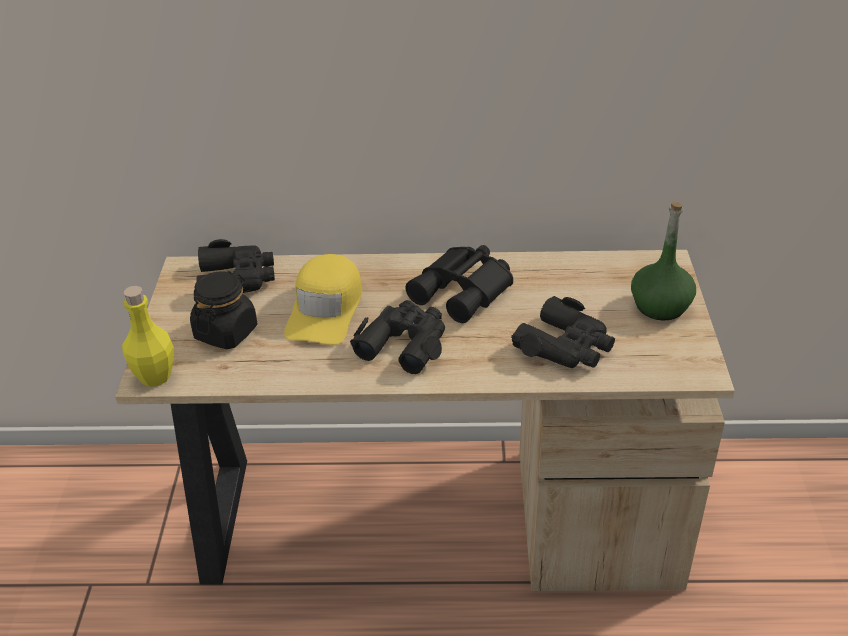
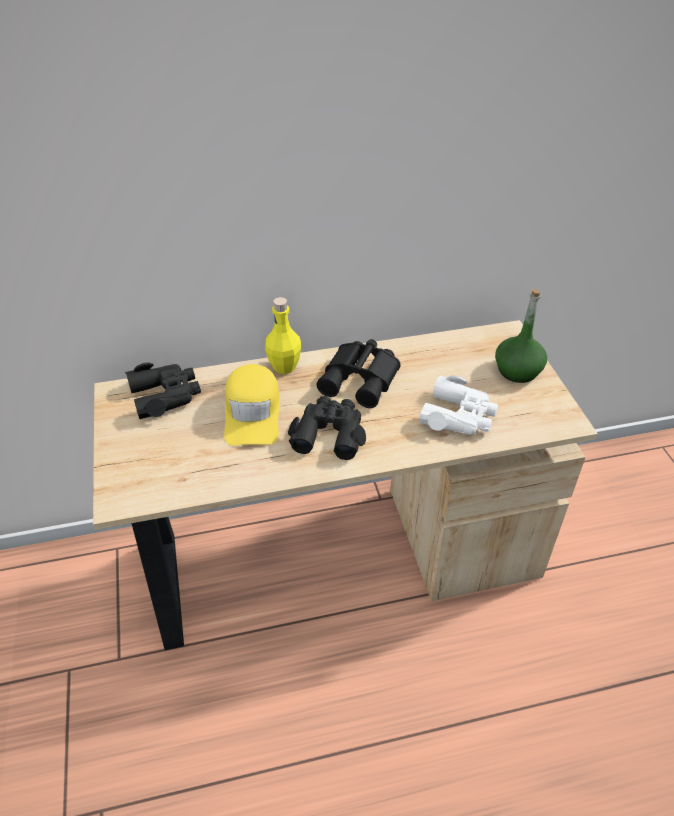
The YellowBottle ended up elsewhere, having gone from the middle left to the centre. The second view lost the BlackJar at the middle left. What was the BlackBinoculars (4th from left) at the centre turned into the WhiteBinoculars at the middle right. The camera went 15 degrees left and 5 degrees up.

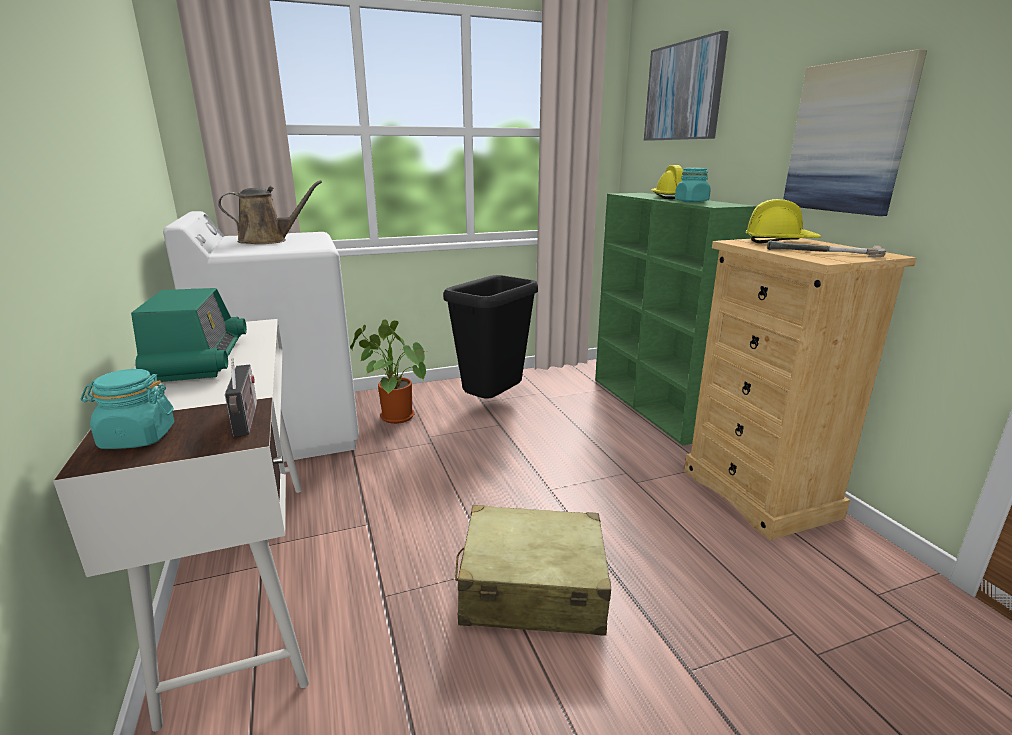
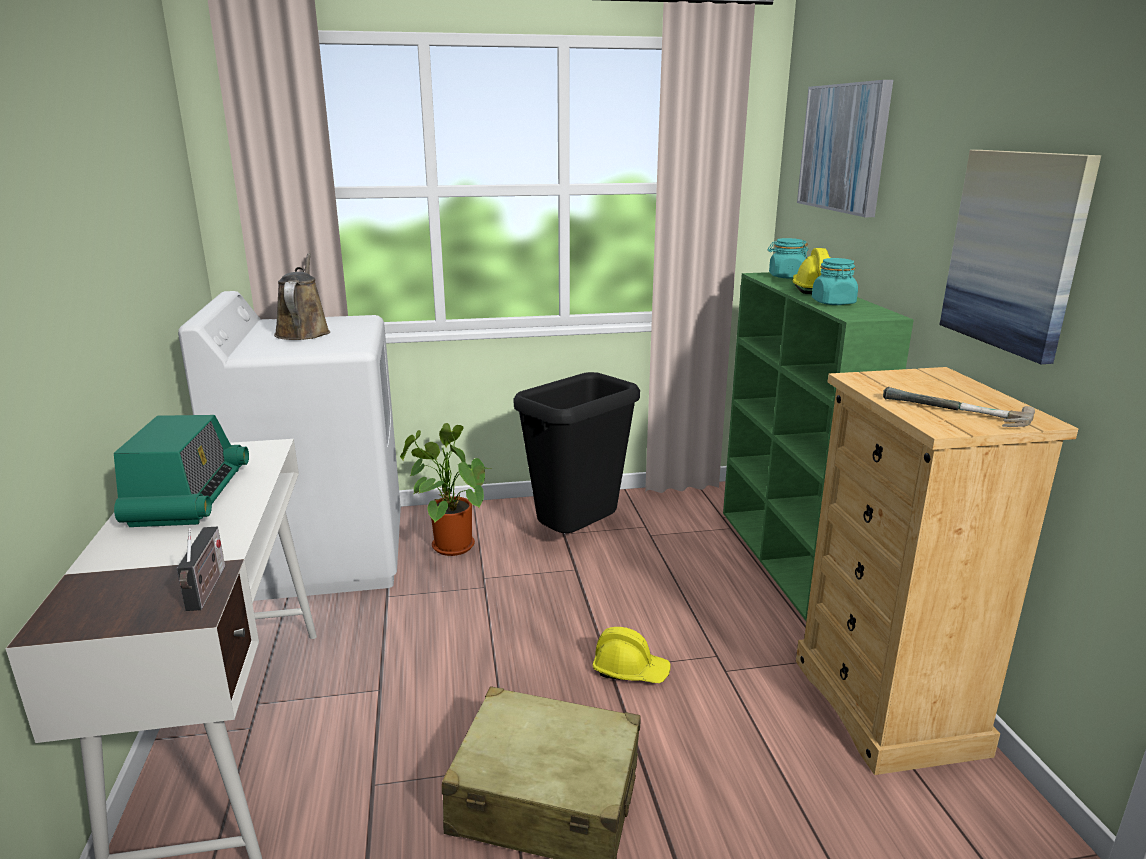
The TurquoiseJar (1st from left) ended up elsewhere, having gone from the middle left to the top right. The BrownWateringCan at the top left ended up facing another way, 90 degrees counterclockwise from before. The YellowHardHat (2nd from left in the first image) ended up elsewhere, having gone from the top right to the bottom centre. The camera went 10 degrees right and 0 degrees up.

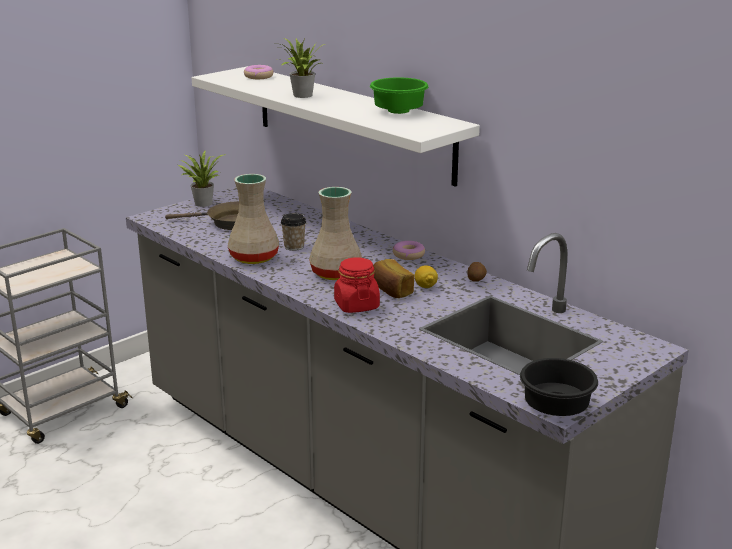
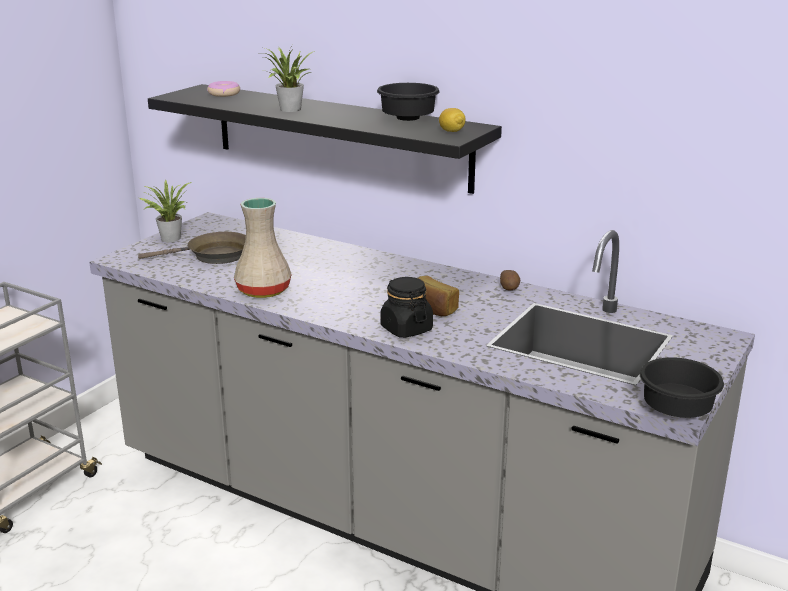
What was the WhiteShelf at the top centre turned into the BlackShelf at the top centre. The second view lost the Cup at the centre. The second view lost the BeigeVase (2nd from left) at the centre. What was the RedJar at the centre turned into the BlackJar at the centre. What was the GreenBowl at the top centre turned into the BlackBowl (1st from left) at the top centre. The second view lost the Donut (2nd from left) at the centre. The Lemon ended up elsewhere, having gone from the centre to the top centre. The camera went 15 degrees left and 0 degrees up.

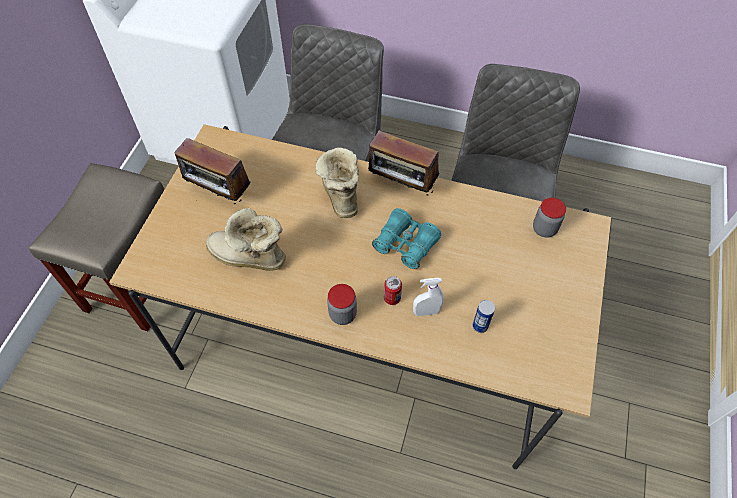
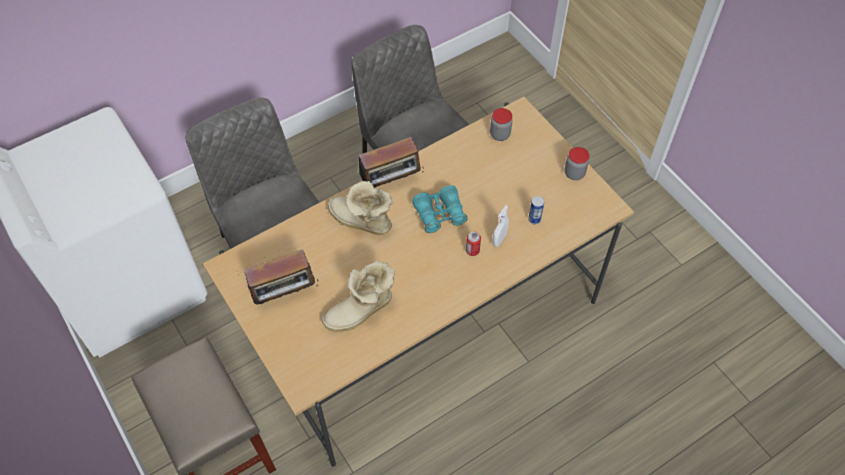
The Jar (1st from left in the first image) ended up elsewhere, having gone from the centre to the middle right. The camera went 50 degrees left and 0 degrees up.

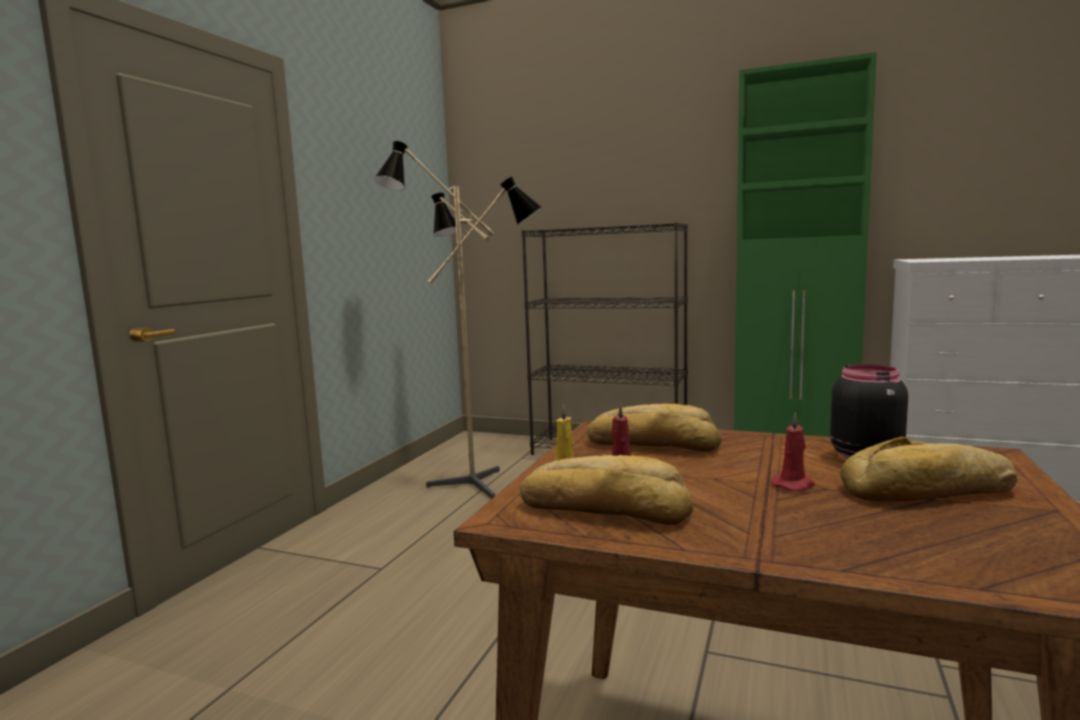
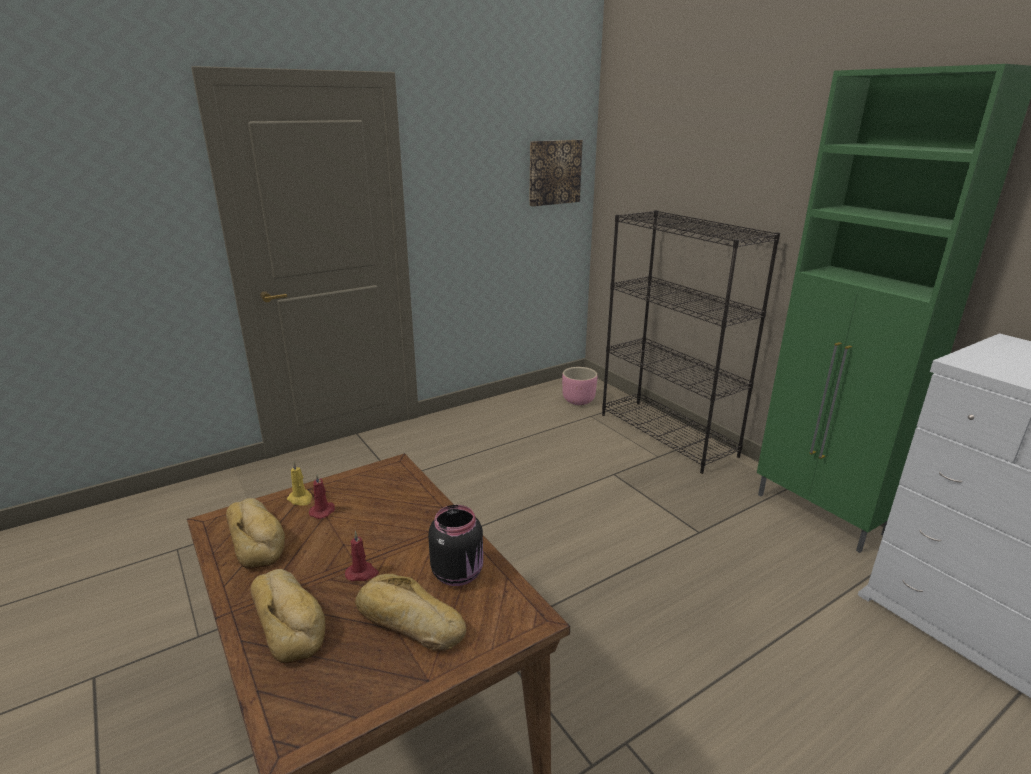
The second view lost the FloorLamp at the centre. The Bread (2nd from left) ended up elsewhere, having gone from the centre to the bottom left. The second view gained the Picture at the top centre. The second view gained the PinkPlanter at the centre. The camera went 35 degrees right and 15 degrees up.

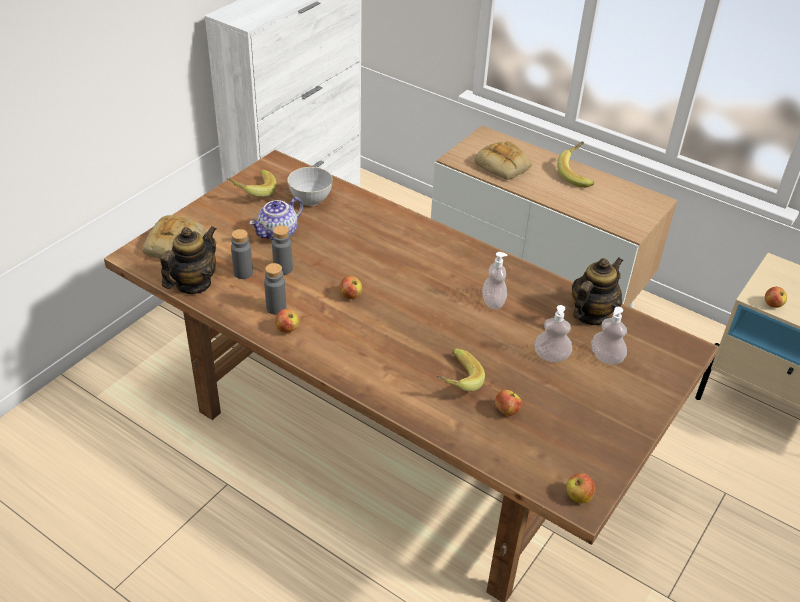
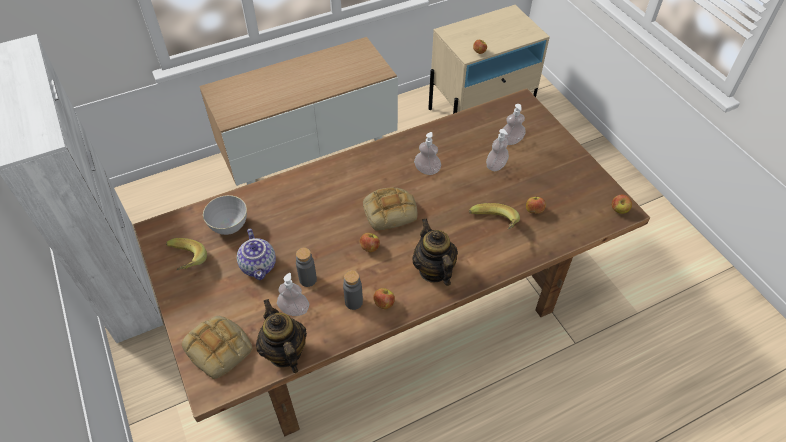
Where the GreyBottle (1st from left) stood at the middle left, the SoapDispenser (1st from left) came to stand at the centre. The Bread (2nd from left) ended up elsewhere, having gone from the top centre to the centre. The second view lost the Banana (3rd from left) at the top right. The Teapot (3rd from left) ended up elsewhere, having gone from the middle right to the centre. The camera went 60 degrees left and 10 degrees up.

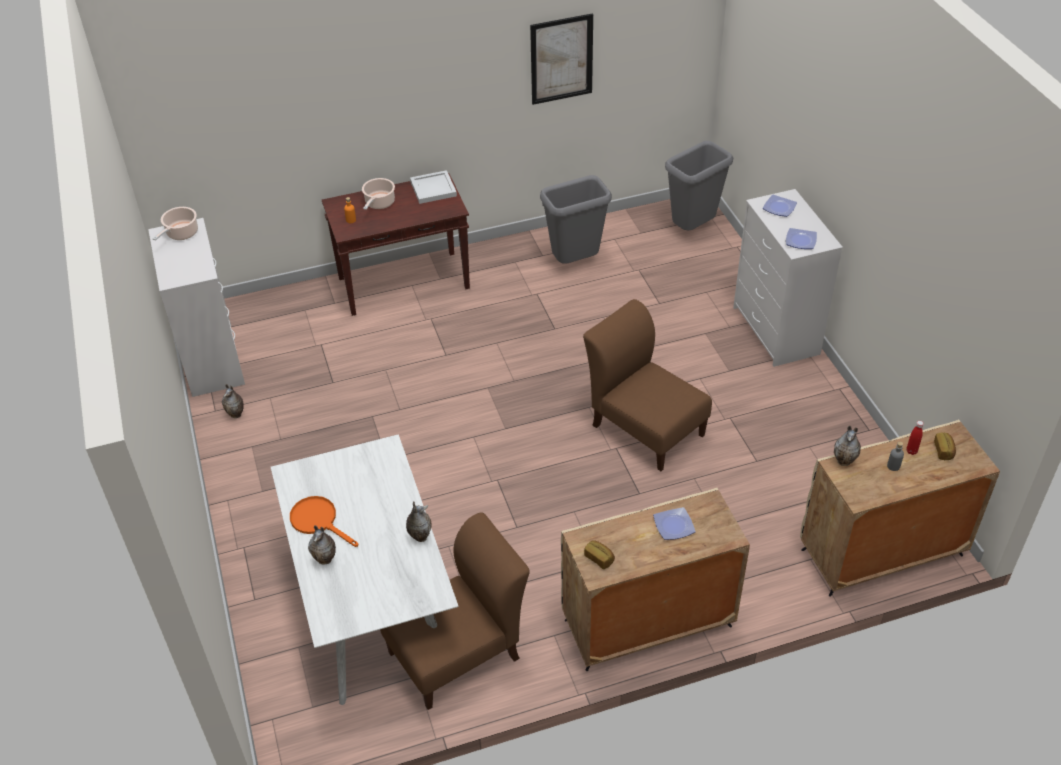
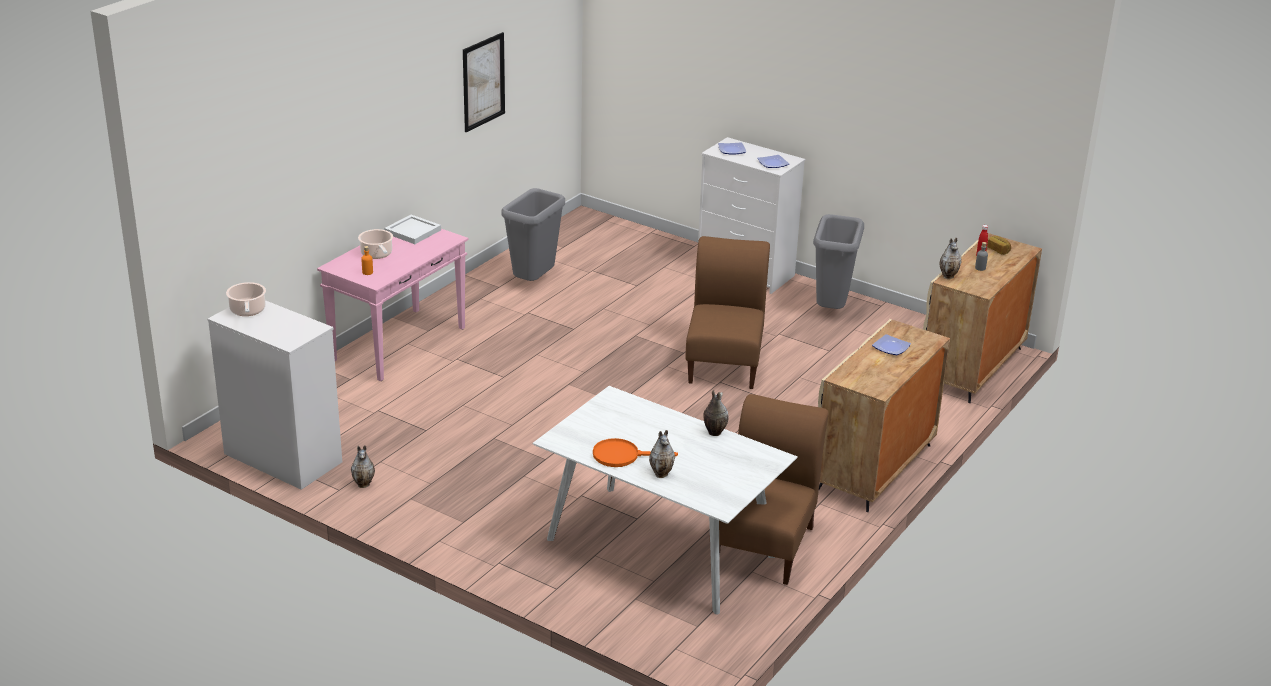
What was the BrownConsoleTable at the top centre turned into the PinkConsoleTable at the middle left. The BrownChair (2nd from left in the first image) at the centre ended up facing another way, 90 degrees clockwise from before. The second view lost the Bread (1st from left) at the bottom centre. The GreyTrashCan (2nd from left) ended up elsewhere, having gone from the top centre to the centre. The camera went 40 degrees left and 15 degrees down.

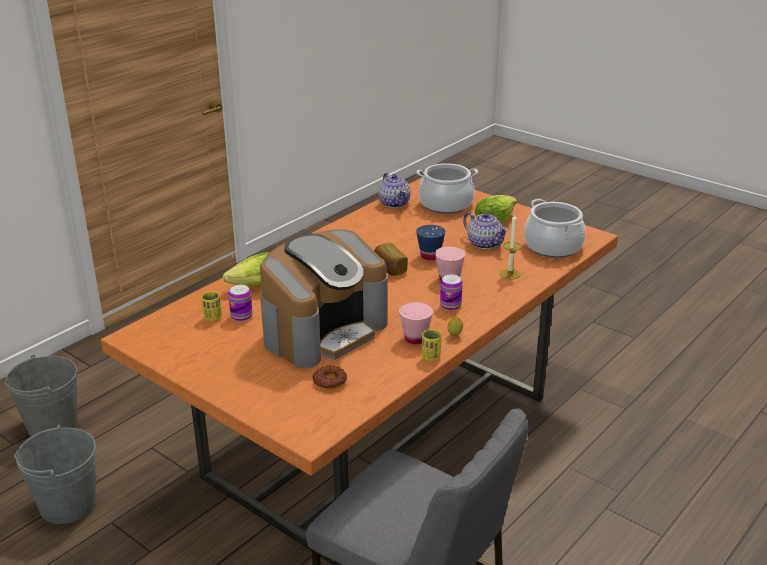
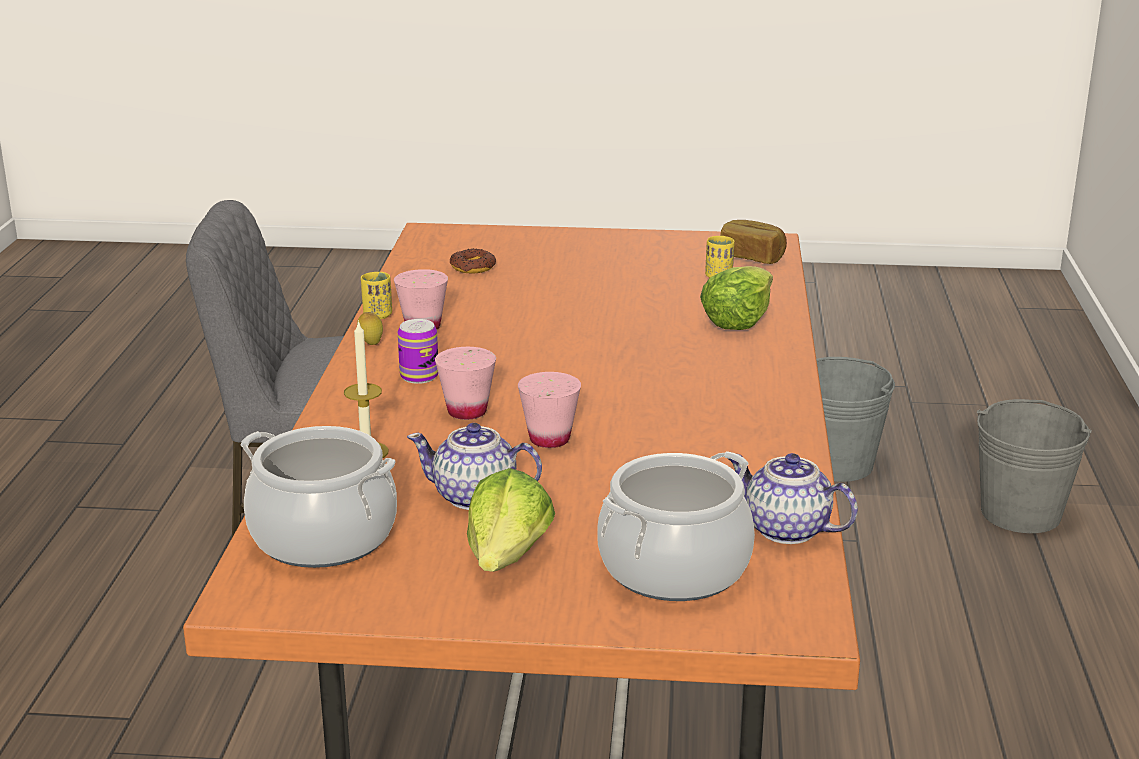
The second view lost the Can (1st from left) at the middle left. The second view lost the CoffeeMachine at the centre. The Bread ended up elsewhere, having gone from the centre to the top centre. What was the BlueCup at the centre turned into the PinkCup (3rd from left) at the centre. The camera went 145 degrees right and 5 degrees down.

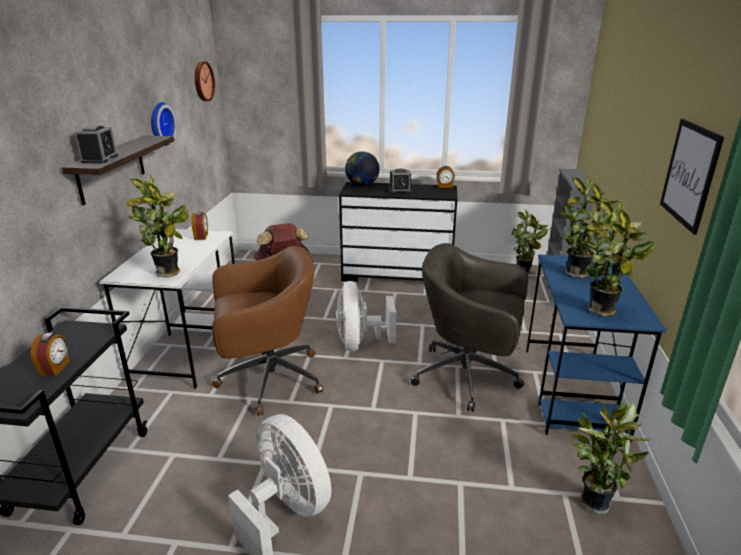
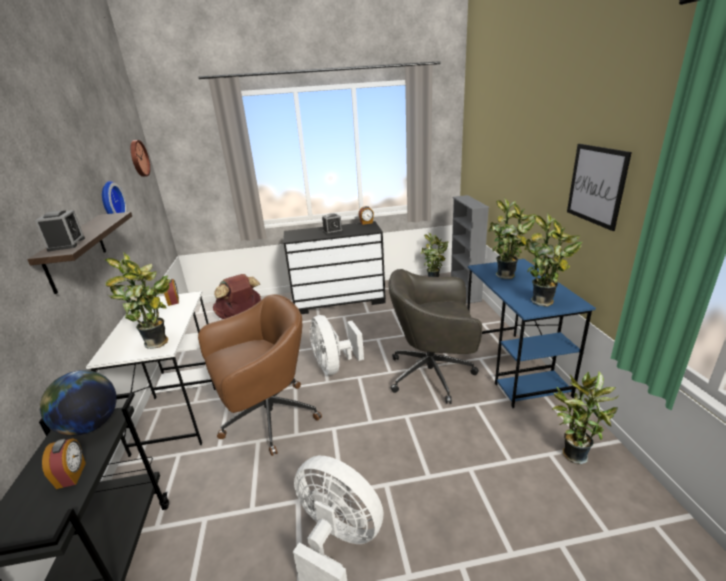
The Globe ended up elsewhere, having gone from the top centre to the bottom left. The camera went 15 degrees left and 0 degrees up.

